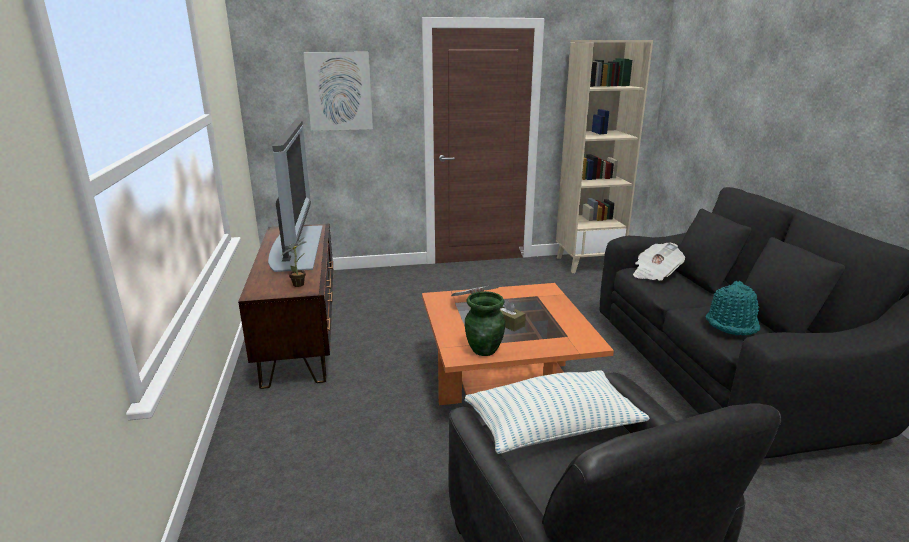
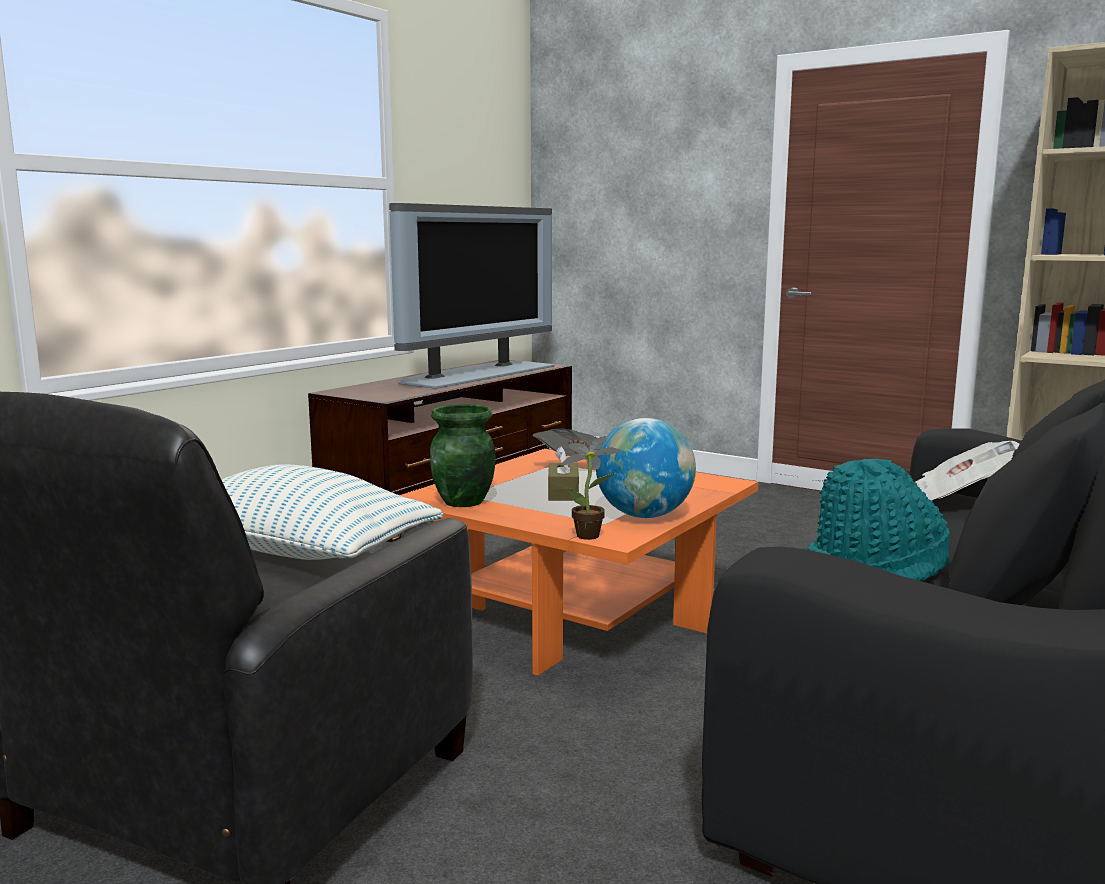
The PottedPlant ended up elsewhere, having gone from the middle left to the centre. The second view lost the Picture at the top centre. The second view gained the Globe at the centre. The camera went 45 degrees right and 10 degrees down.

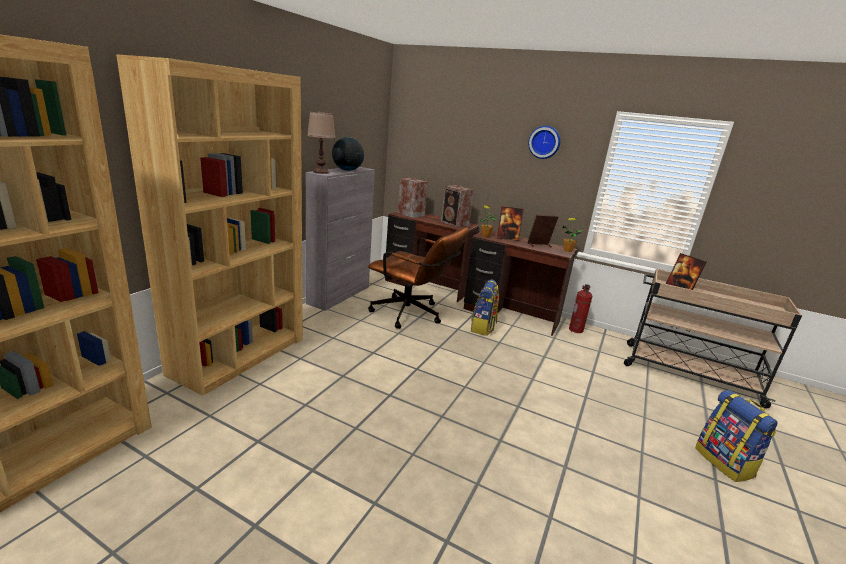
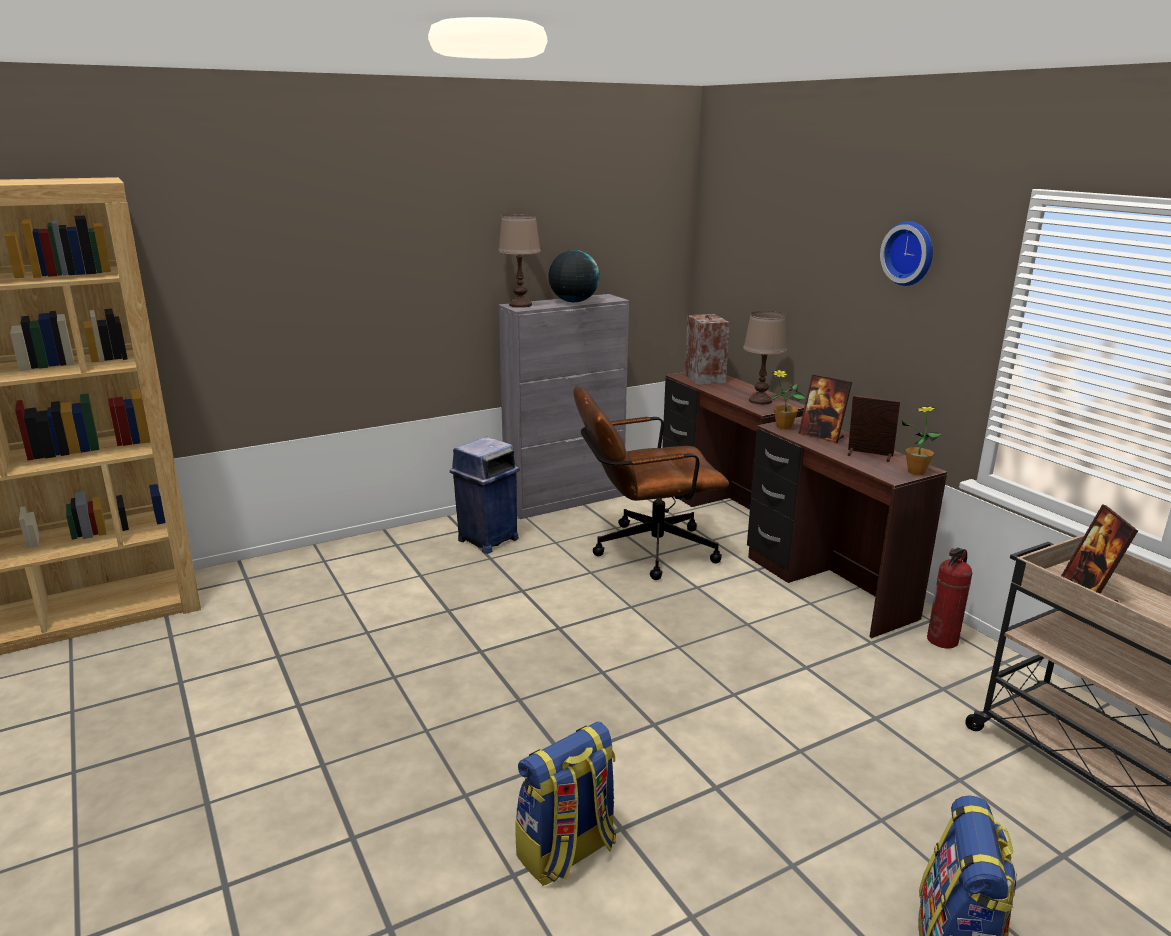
The second view lost the BrownBookcase (2nd from left) at the middle left. The BrownOfficeChair at the centre ended up facing another way, 105 degrees clockwise from before. Where the Speaker (2nd from left) stood at the centre, the BrownTableLamp (2nd from left) came to stand at the centre. The Backpack (1st from left) ended up elsewhere, having gone from the centre to the bottom centre. The second view gained the BlueTrashCan at the centre. The camera went 35 degrees right and 0 degrees up.

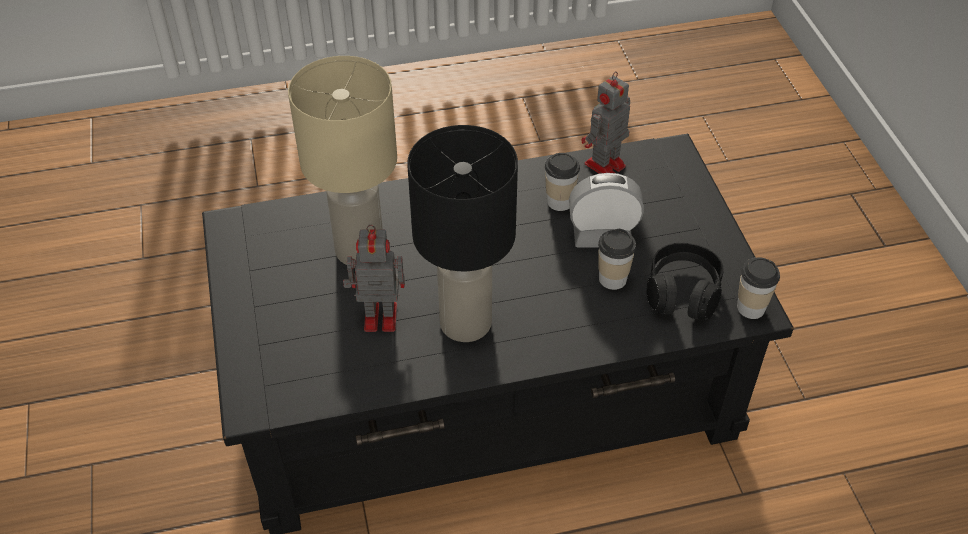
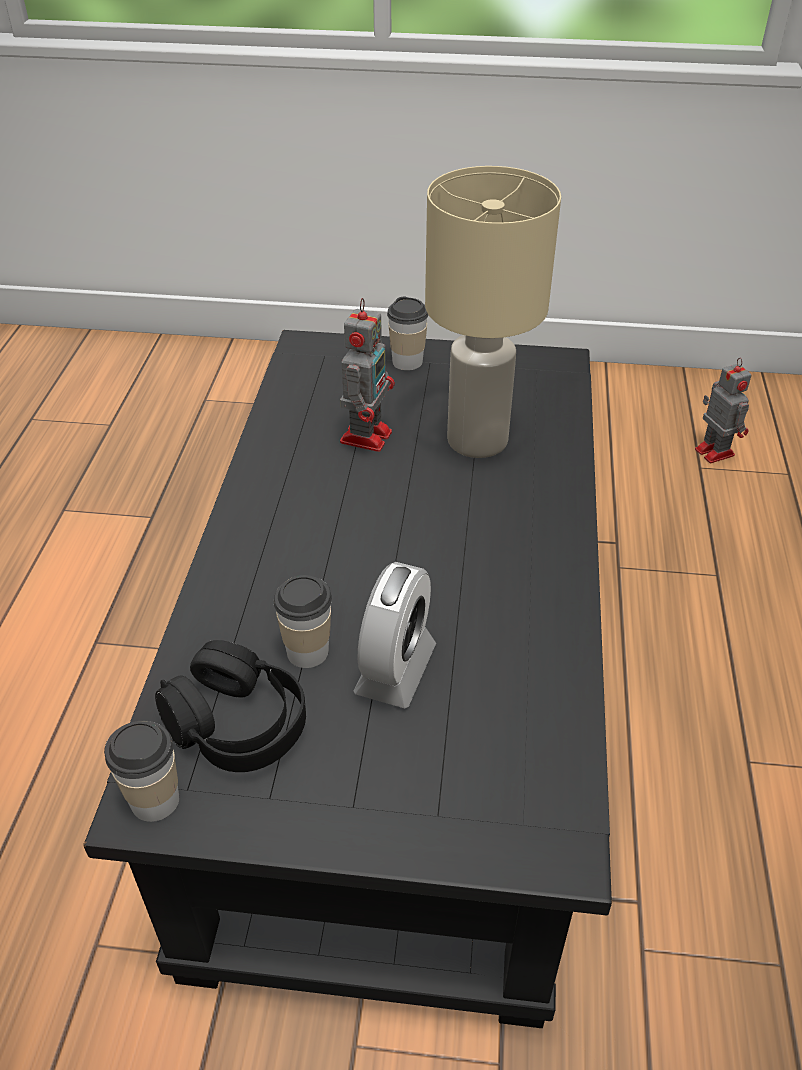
The second view lost the BlackTableLamp at the centre. The Cup (1st from left in the first image) ended up elsewhere, having gone from the centre to the top centre. The ToyRobot (2nd from left) ended up elsewhere, having gone from the top centre to the middle right. The camera went 110 degrees right and 5 degrees down.

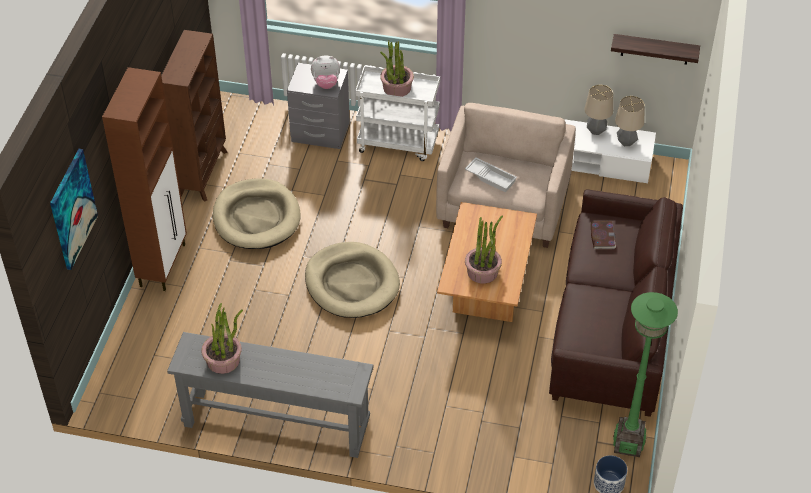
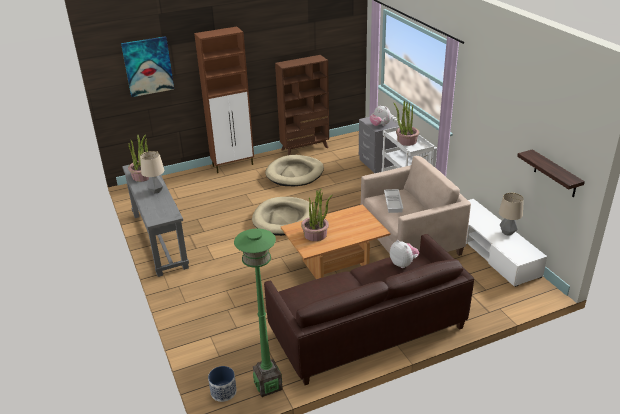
Where the Book stood at the middle right, the PlushToy (2nd from left) came to stand at the centre. The TableLamp (2nd from left in the first image) ended up elsewhere, having gone from the top right to the middle left. The camera went 55 degrees right and 15 degrees down.

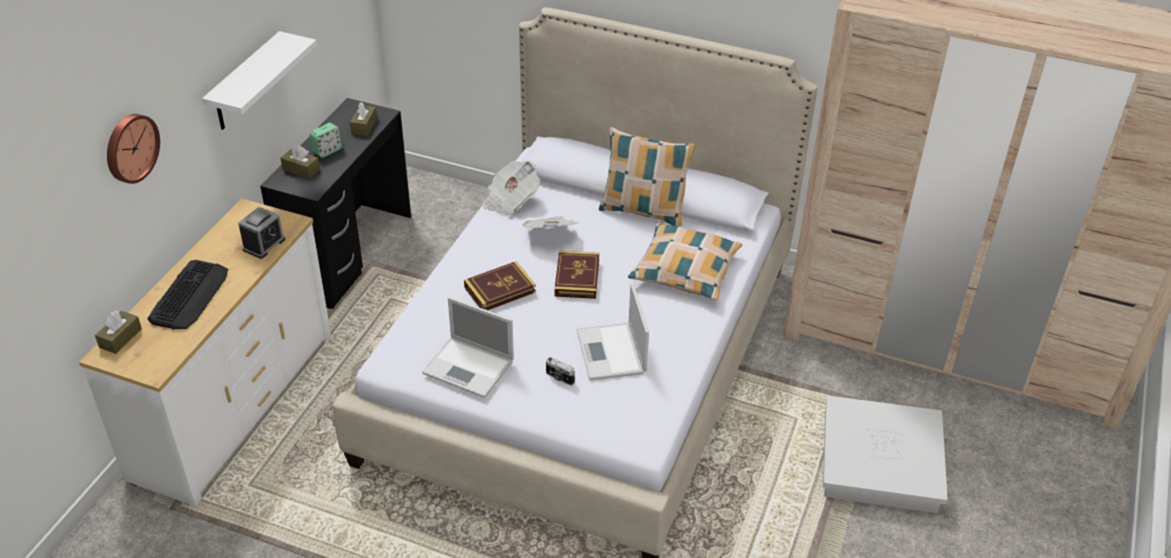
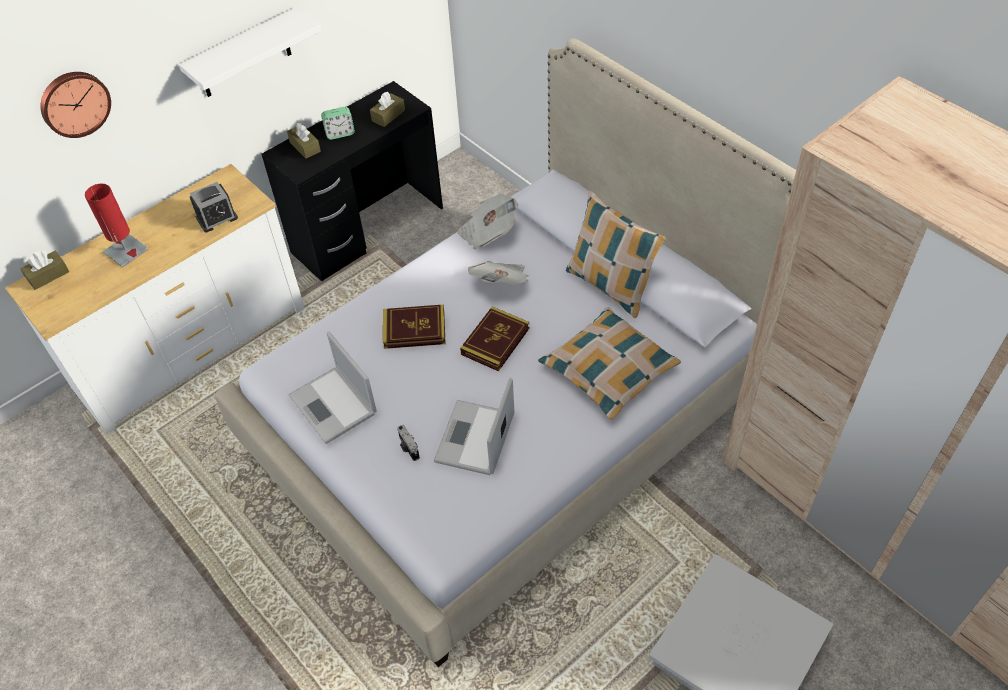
Where the Keyboard stood at the middle left, the RedTableLamp came to stand at the top left. The camera went 30 degrees right and 10 degrees up.

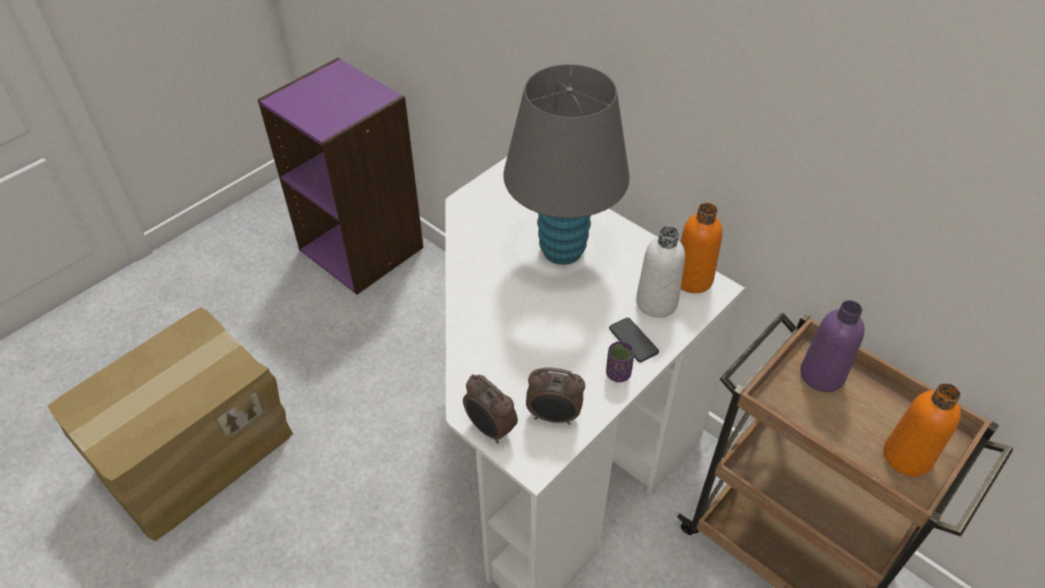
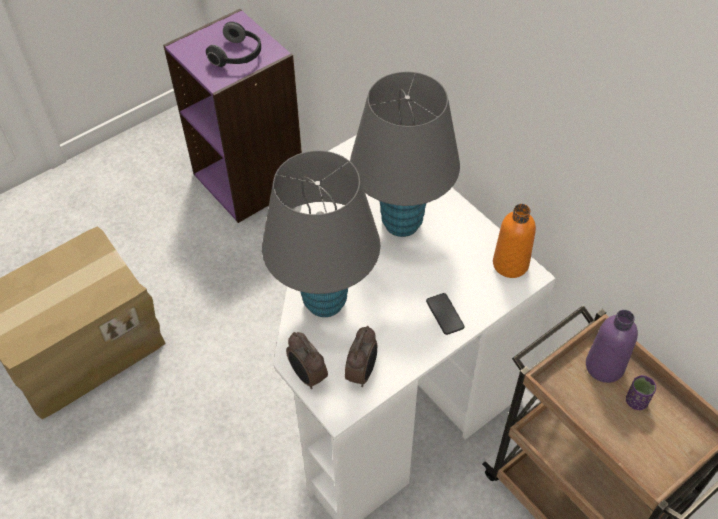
The AlarmClock (2nd from left) at the bottom centre ended up facing another way, 90 degrees counterclockwise from before. The PurpleCup ended up elsewhere, having gone from the centre to the bottom right. The second view lost the WhiteBottle at the centre. The second view lost the OrangeBottle (2nd from left) at the bottom right. The second view gained the Headphones at the top left. The second view gained the GreyTableLamp (1st from left) at the centre. The camera went 10 degrees right and 5 degrees up.

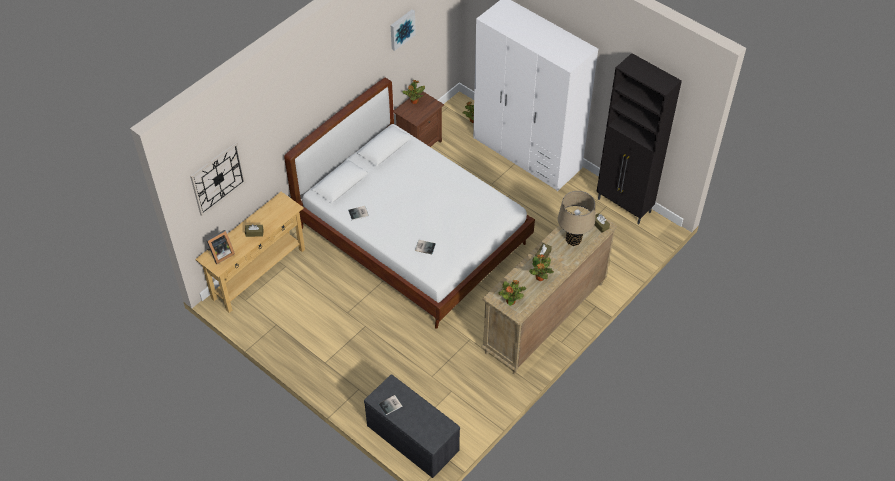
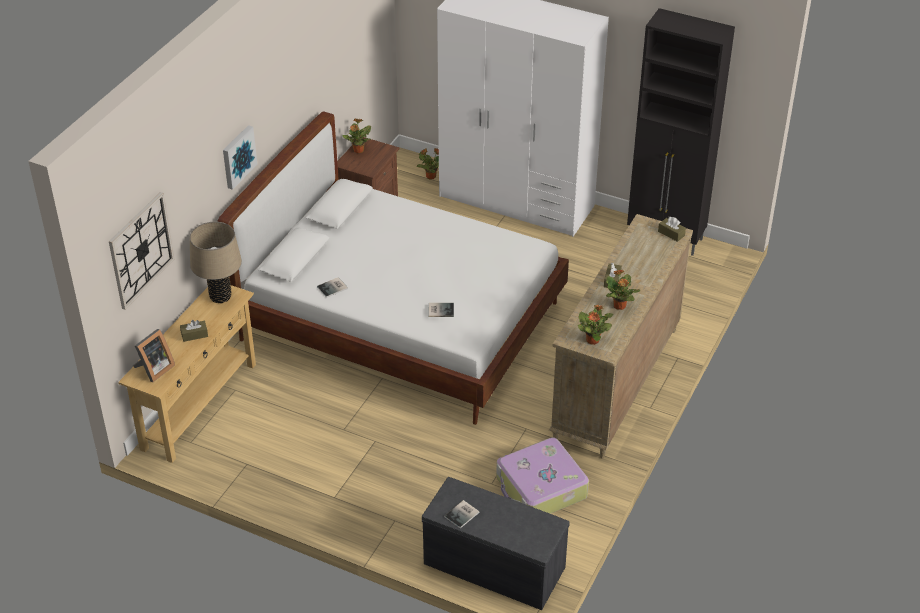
The Picture ended up elsewhere, having gone from the top centre to the top left. The BeigeTableLamp ended up elsewhere, having gone from the centre to the middle left. The second view gained the Suitcase at the bottom centre. The camera went 15 degrees left and 10 degrees down.

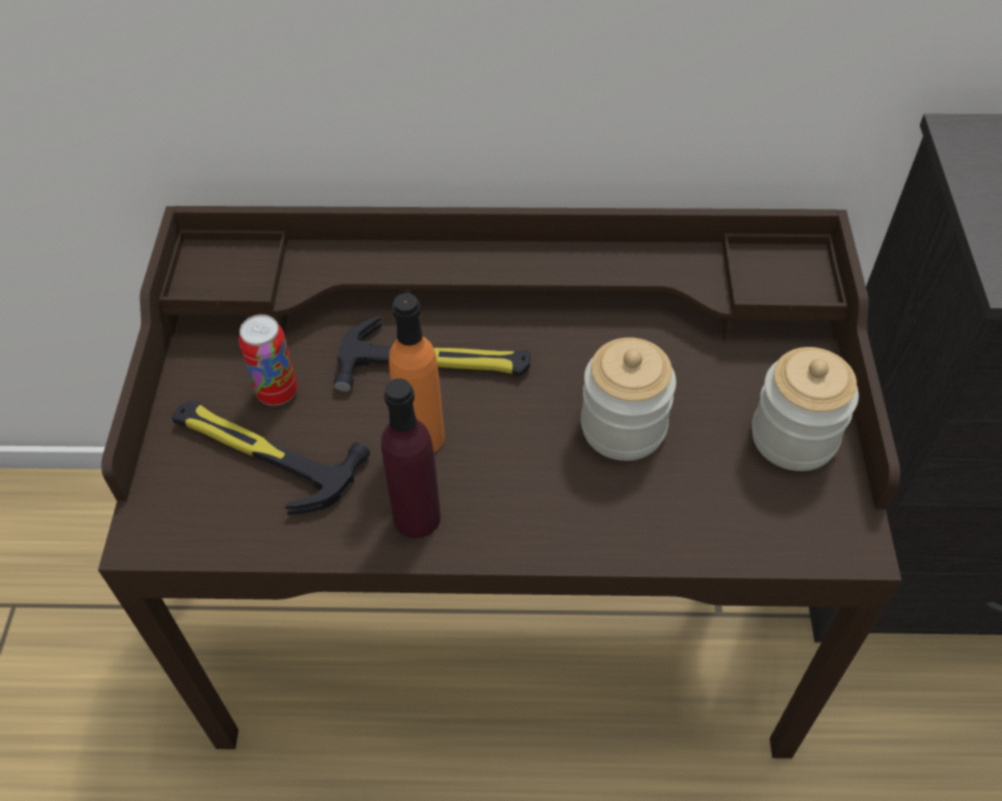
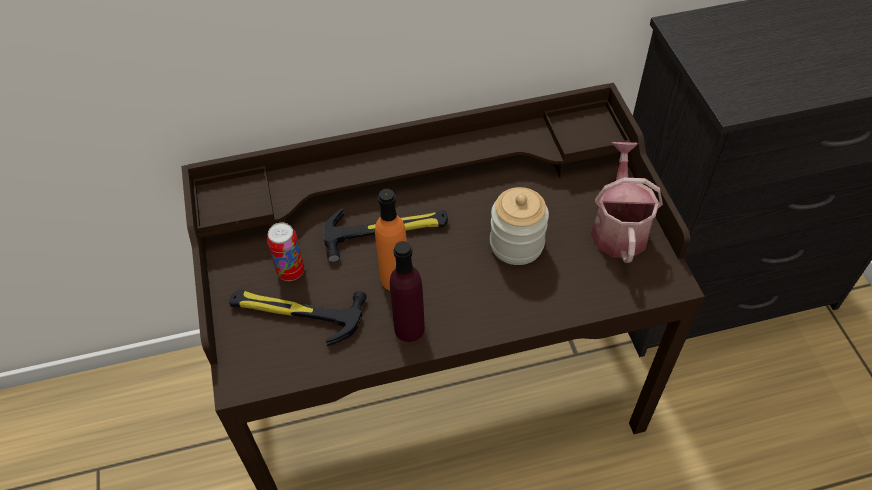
Where the Jar (2nd from left) stood at the middle right, the WateringCan came to stand at the middle right. The camera went 15 degrees left and 0 degrees up.

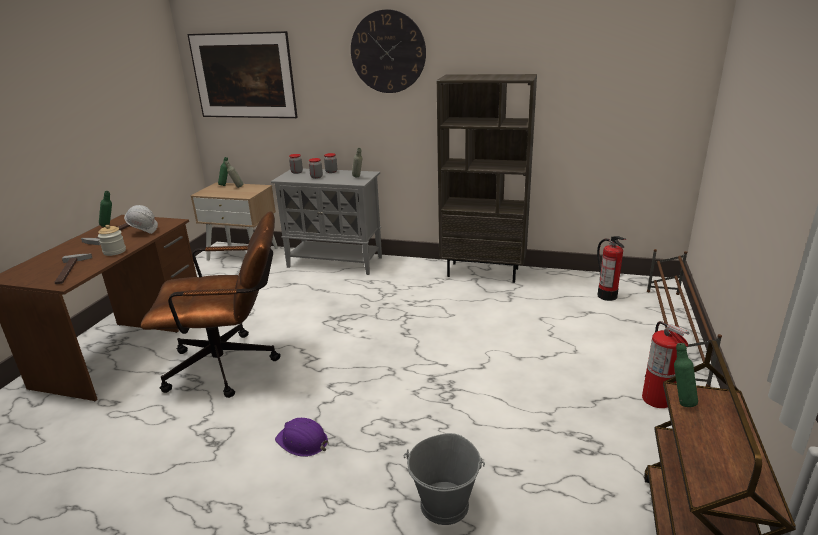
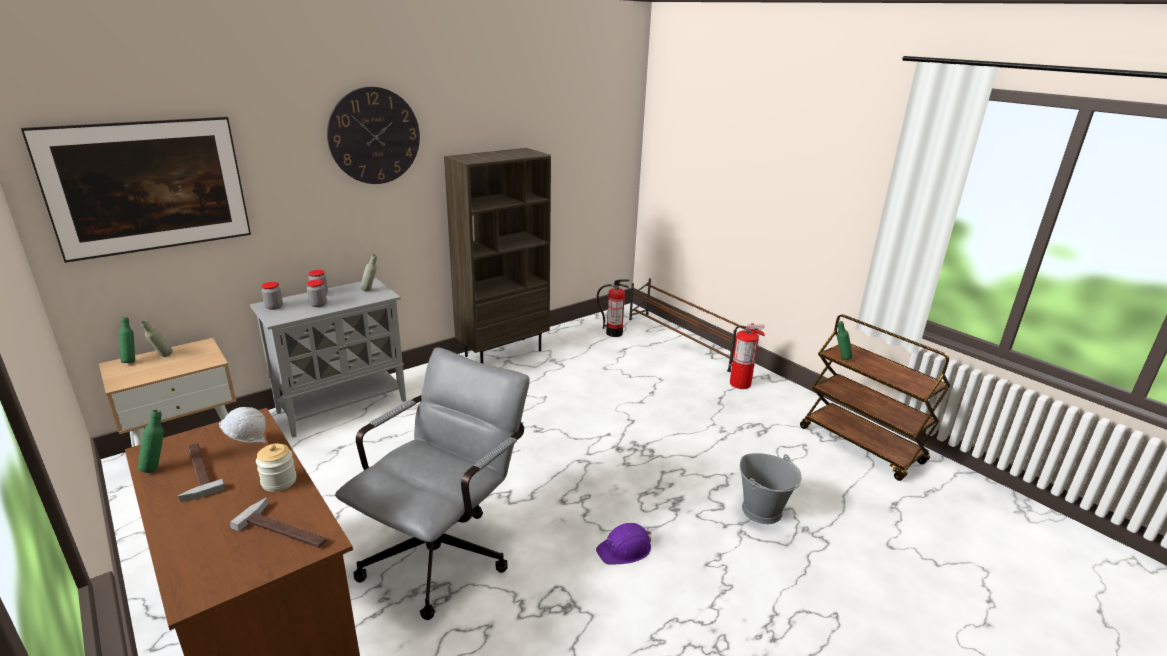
What was the BrownOfficeChair at the middle left turned into the GreyOfficeChair at the bottom centre. The camera went 55 degrees left and 0 degrees up.

